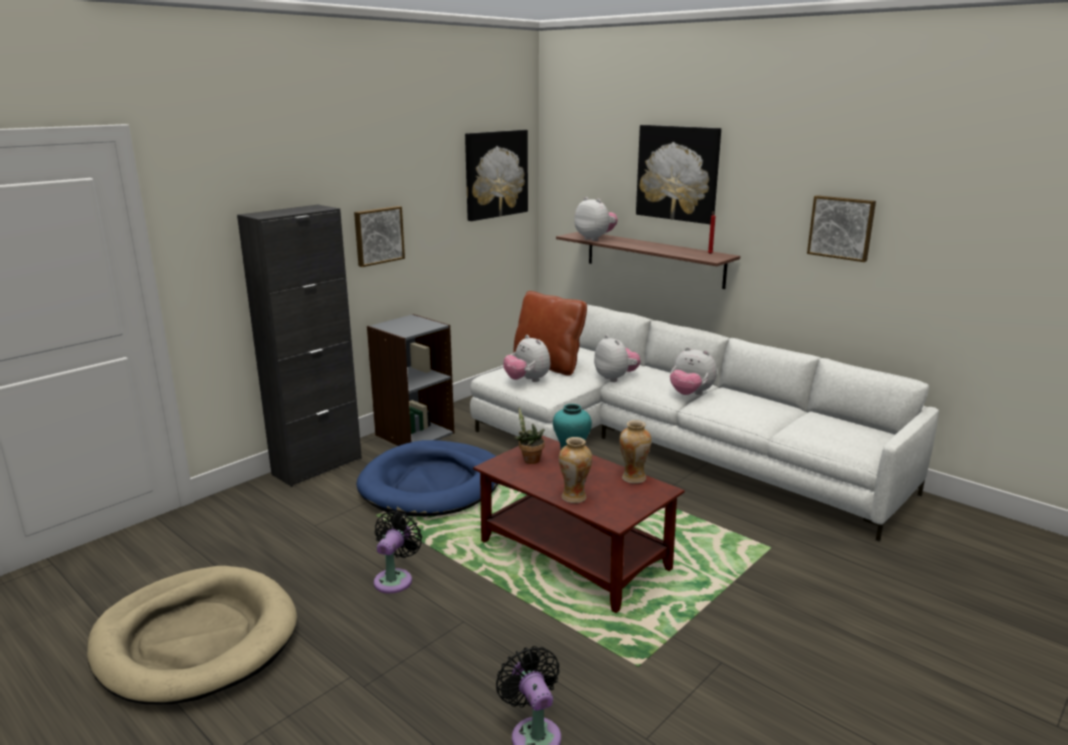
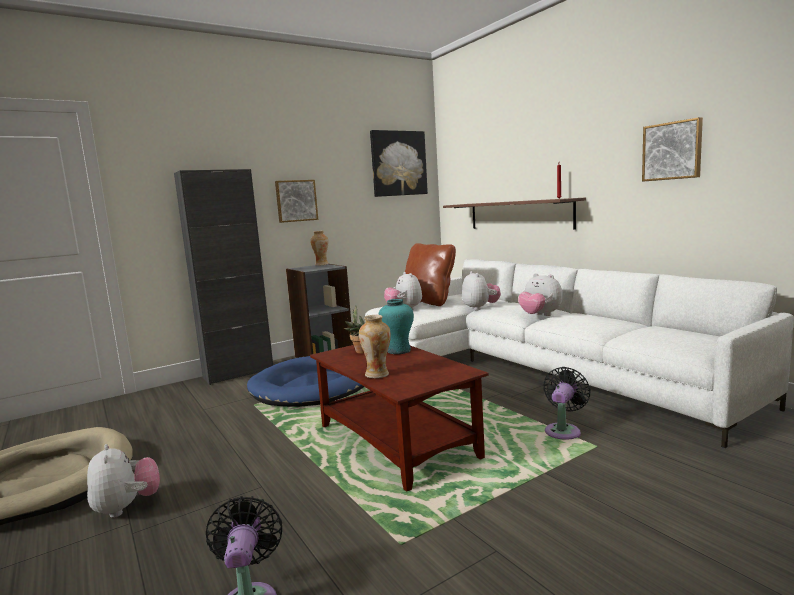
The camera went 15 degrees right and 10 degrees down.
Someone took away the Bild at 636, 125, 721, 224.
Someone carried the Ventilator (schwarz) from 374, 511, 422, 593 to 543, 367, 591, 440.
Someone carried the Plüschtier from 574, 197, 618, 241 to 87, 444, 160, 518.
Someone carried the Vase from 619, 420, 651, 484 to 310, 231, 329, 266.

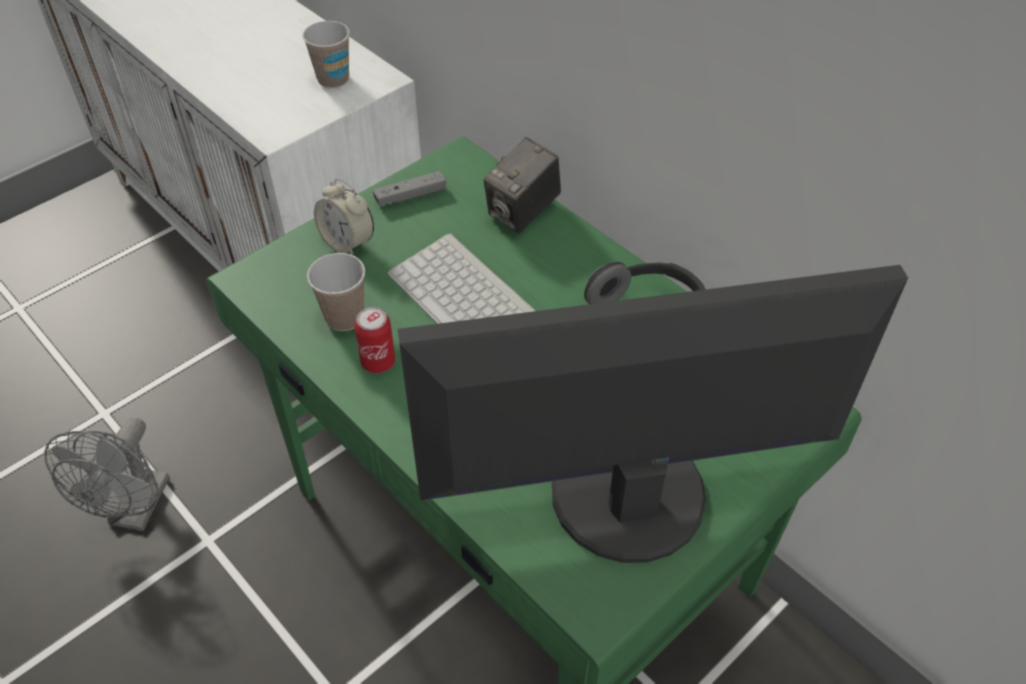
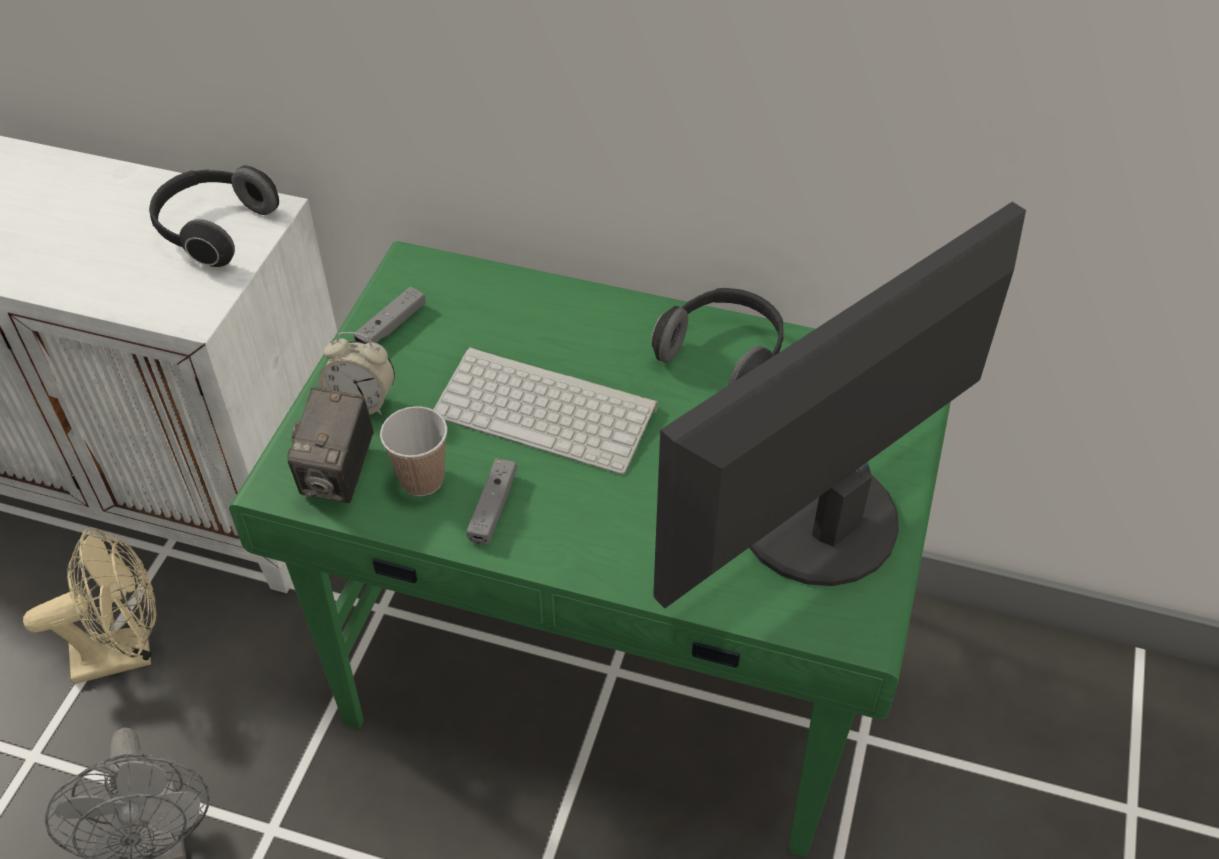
The camera went 30 degrees left and 0 degrees up.
Someone put down the Ventilator (beige) at 23, 527, 156, 684.
Someone carried the Kamera from 484, 137, 561, 234 to 287, 387, 374, 503.
Someone swapped the Tasse at 302, 21, 350, 88 for the Kopfhörer at 149, 166, 279, 267.
Someone swapped the Dose at 354, 307, 395, 373 for the Gamepad (grau) at 467, 458, 517, 545.

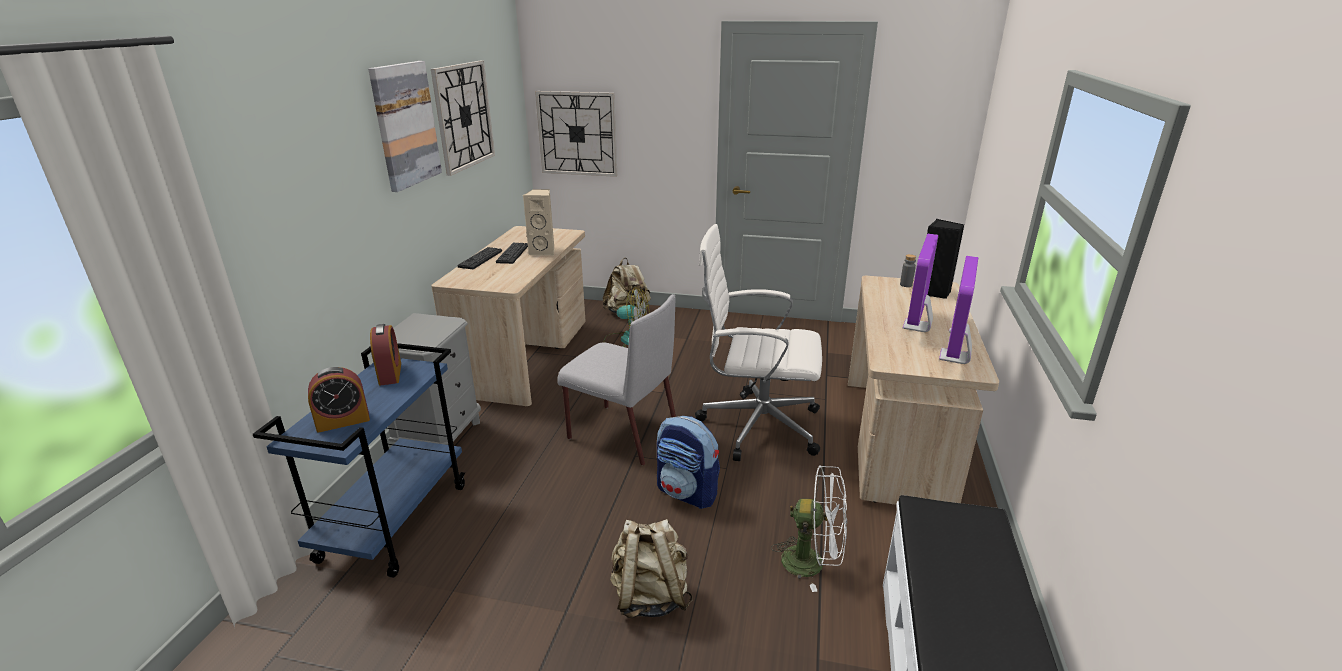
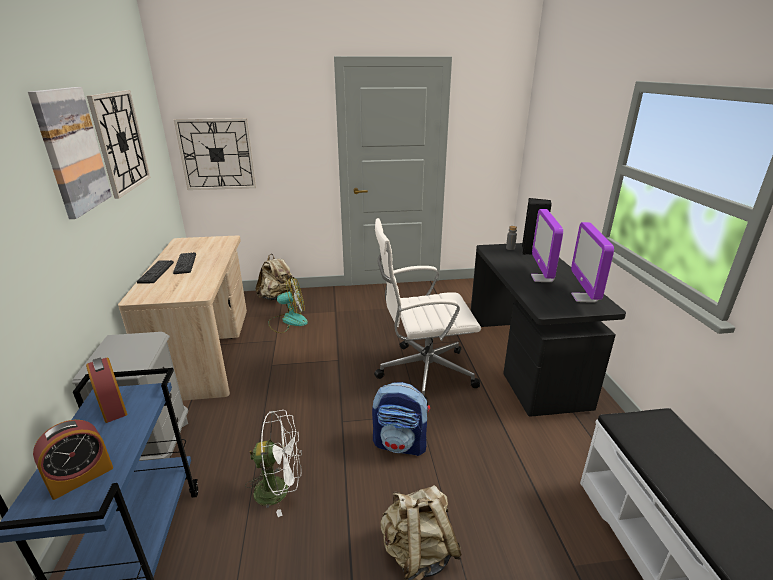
The camera went 20 degrees left and 0 degrees up.
Someone took away the Lautsprecher (beige) at 523, 189, 555, 256.
Someone took away the Stuhl (grau) at 557, 294, 676, 466.
Someone carried the Ventilator (weiß) from 771, 465, 847, 592 to 245, 410, 302, 517.
Someone repainted the Schreibtisch (beige) at 848, 276, 999, 505, which became the Schreibtisch (schwarz) at 471, 243, 626, 417.

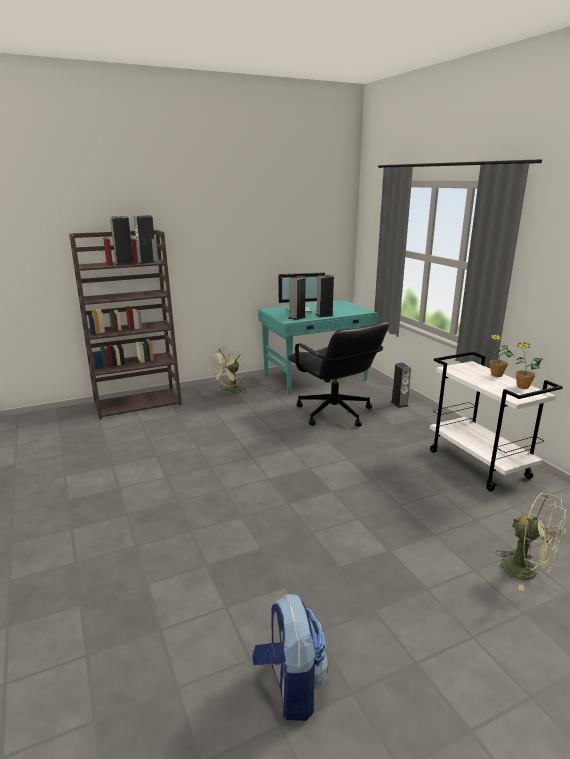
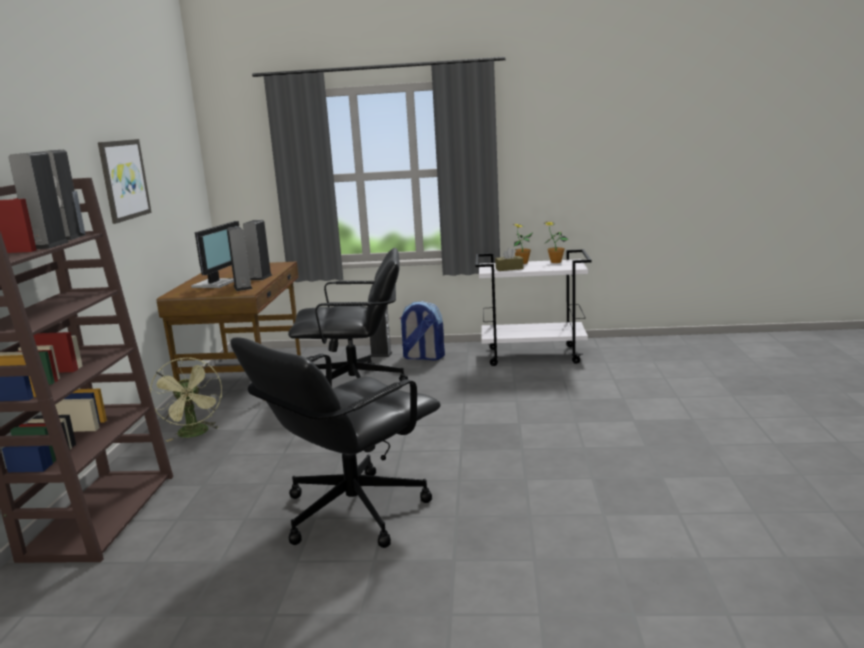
The camera went 60 degrees left and 5 degrees down.
Someone took away the Ventilator (grün) at 495, 493, 566, 591.
Someone put up the Bild at 98, 139, 152, 224.
Someone put down the Bürostuhl (schwarz) at 231, 337, 440, 548.
Someone put down the Taschentuchbox (braun) at 495, 248, 524, 271.
Someone carried the Rucksack from 252, 594, 329, 721 to 399, 301, 445, 361.
Someone repainted the Schreibtisch (türkis) at 258, 300, 378, 395, which became the Schreibtisch (braun) at 157, 262, 301, 401.

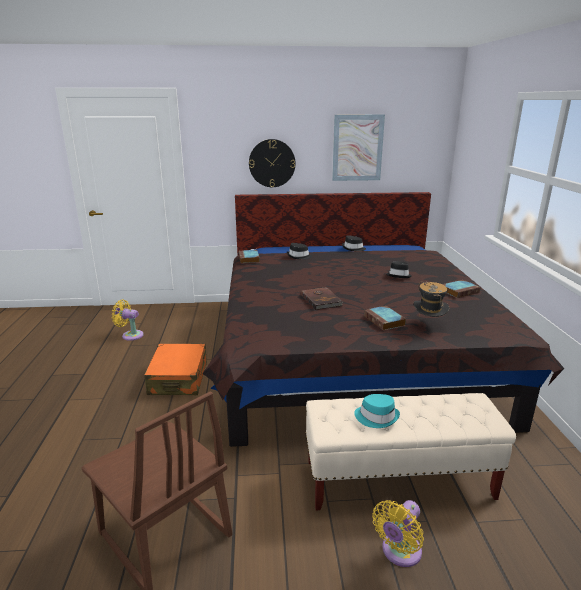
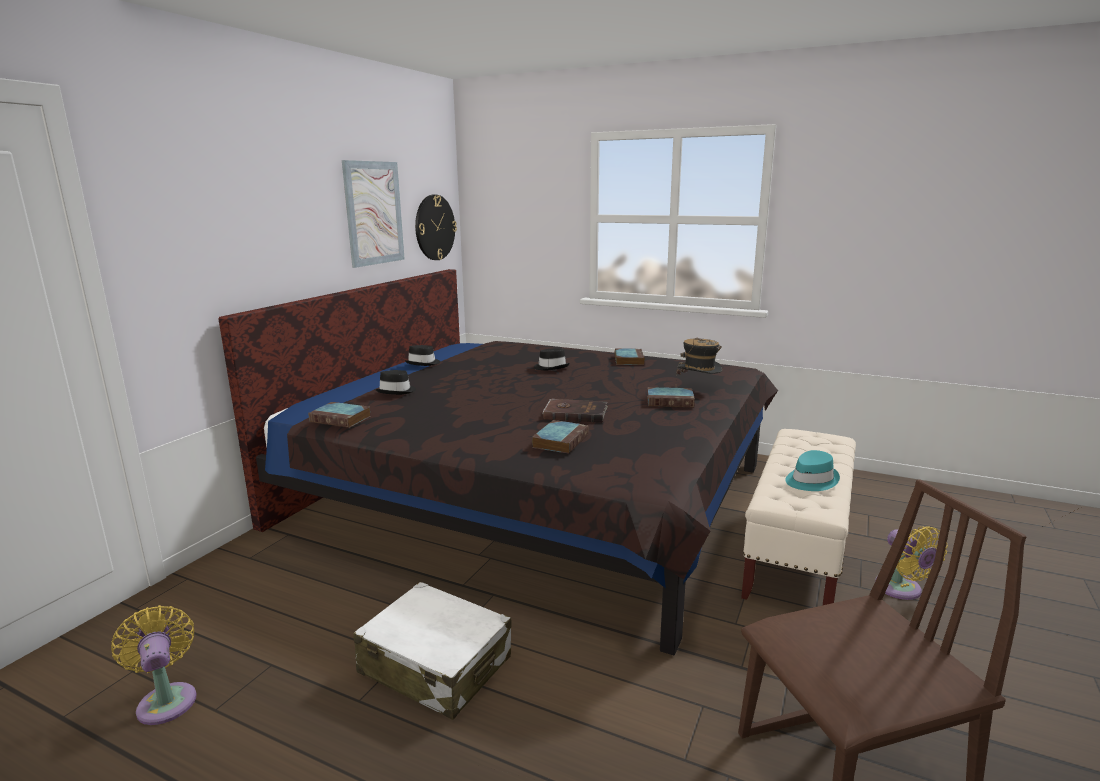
The camera went 60 degrees left and 5 degrees down.
Someone put down the Buch at 532, 420, 589, 454.
Someone carried the Wanduhr from 249, 139, 296, 187 to 415, 195, 457, 260.
Someone repainted the Koffer (orange) at 144, 344, 207, 395, which became the Koffer (weiß) at 353, 581, 512, 720.
Someone rotated the Ventilator (gelb) at 112, 300, 144, 341 by 105 degrees clockwise.

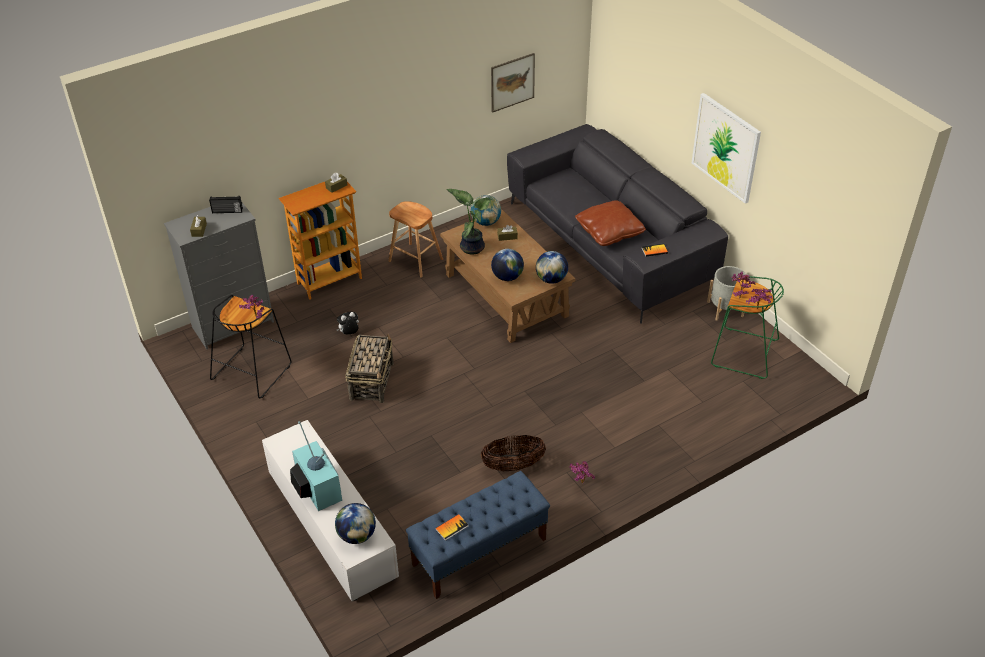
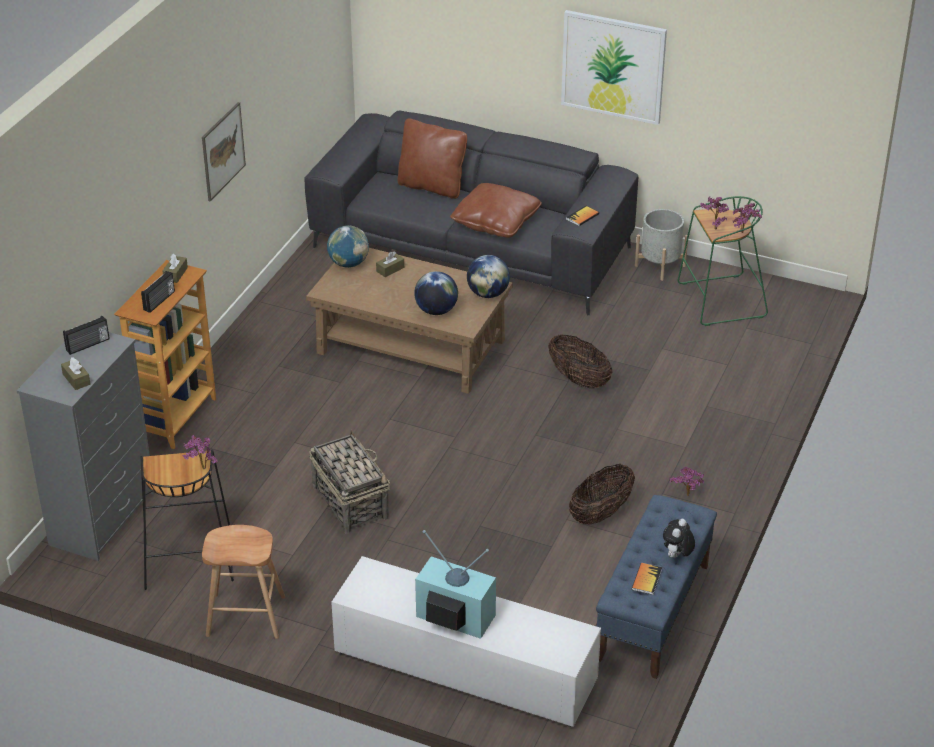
The camera went 35 degrees left and 5 degrees down.
Someone took away the Globus at 335, 503, 376, 544.
Someone took away the Topfpflanze at 446, 189, 491, 255.
Someone put down the Radio at 141, 271, 175, 313.
Someone put down the Kissen (braun) at 398, 118, 467, 199.
Someone put down the Korb at 548, 334, 612, 389.
Someone carried the Plüschtier from 337, 312, 359, 335 to 663, 519, 695, 558.
Someone carried the Hocker (braun) from 389, 201, 443, 277 to 202, 525, 285, 639.
Someone carried the Bild from 491, 53, 535, 113 to 202, 102, 246, 202.

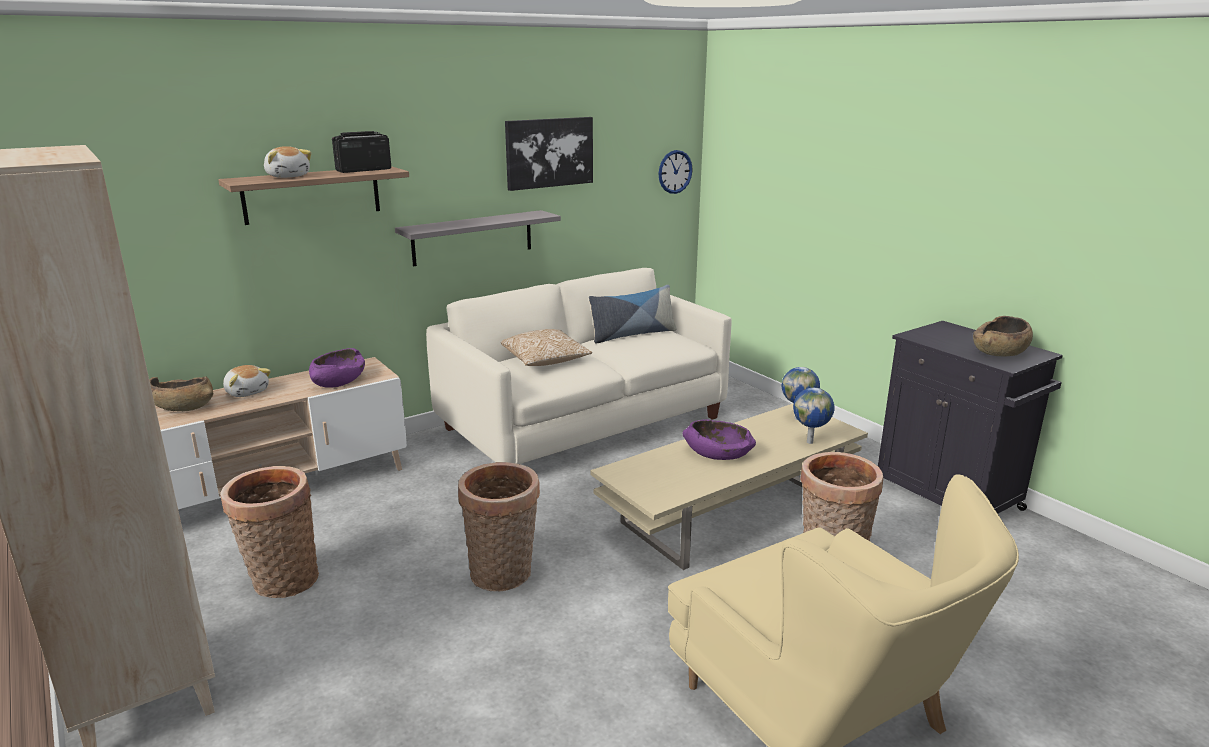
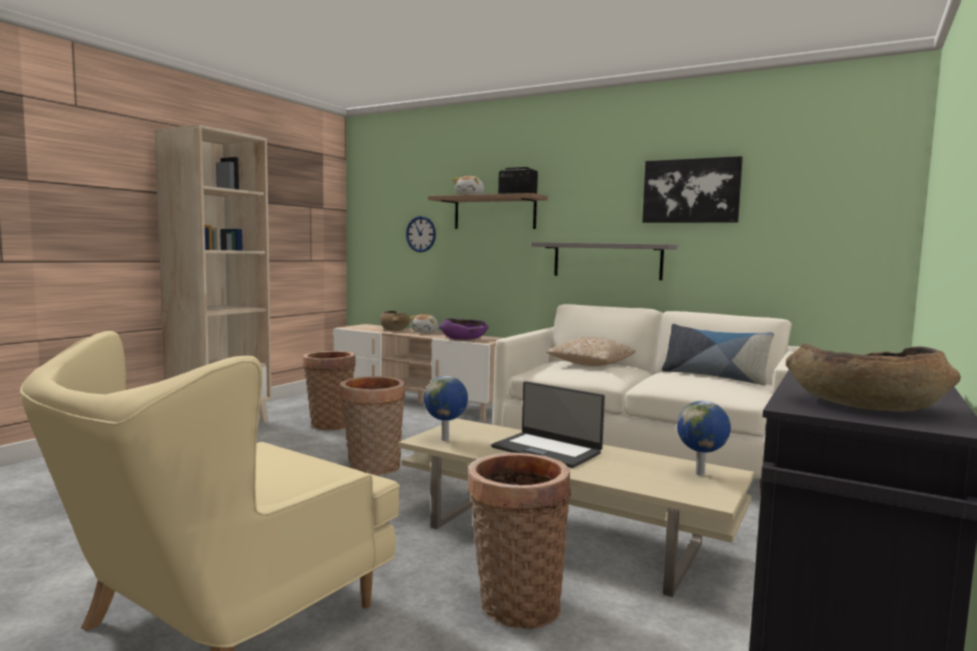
The camera went 65 degrees right and 15 degrees down.
Someone carried the Wanduhr from 658, 150, 693, 194 to 406, 216, 436, 252.
Someone carried the Globus from 793, 388, 835, 444 to 424, 376, 468, 441.
Someone swapped the Schüssel (lila) at 682, 420, 756, 460 for the Laptop at 491, 381, 605, 468.

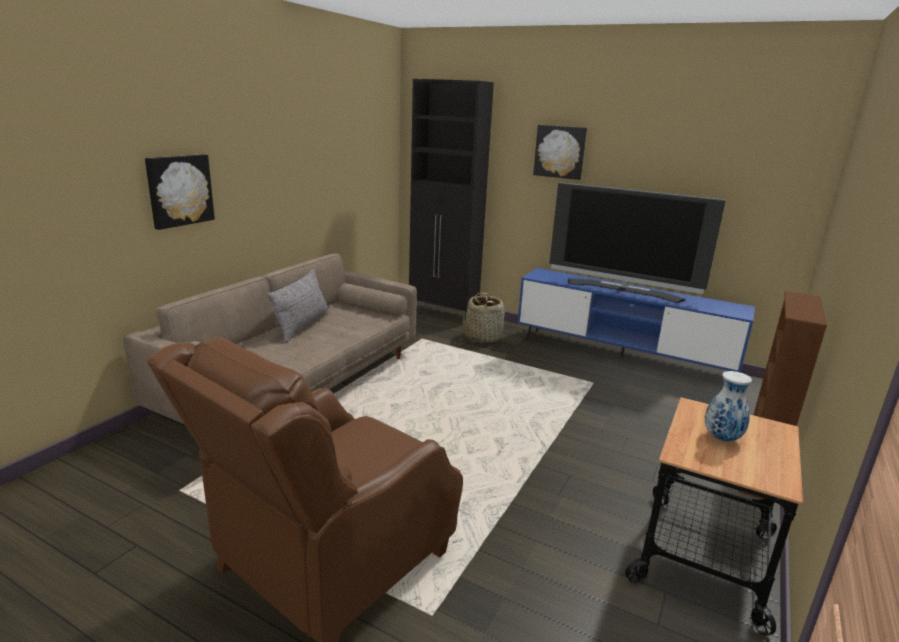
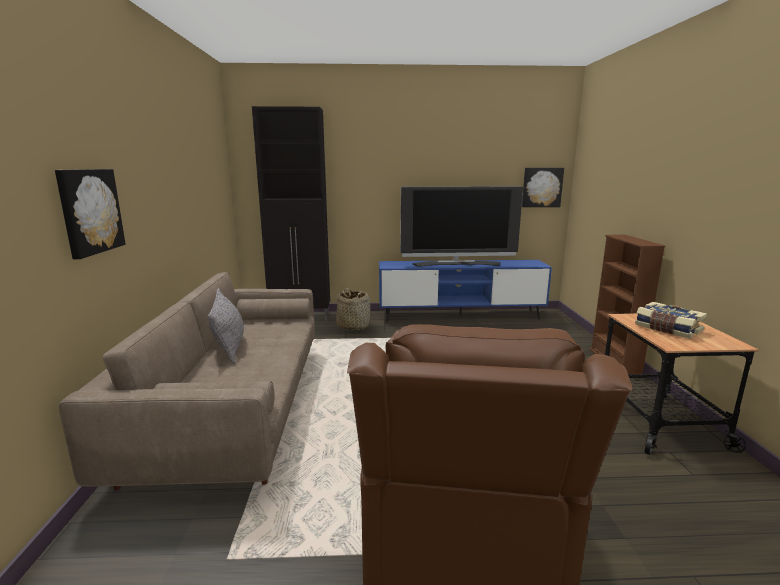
The camera went 30 degrees left and 5 degrees down.
Someone carried the Bild from 533, 125, 587, 180 to 522, 168, 564, 207.
Someone swapped the Vase at 705, 371, 752, 442 for the Buch at 635, 302, 707, 339.

